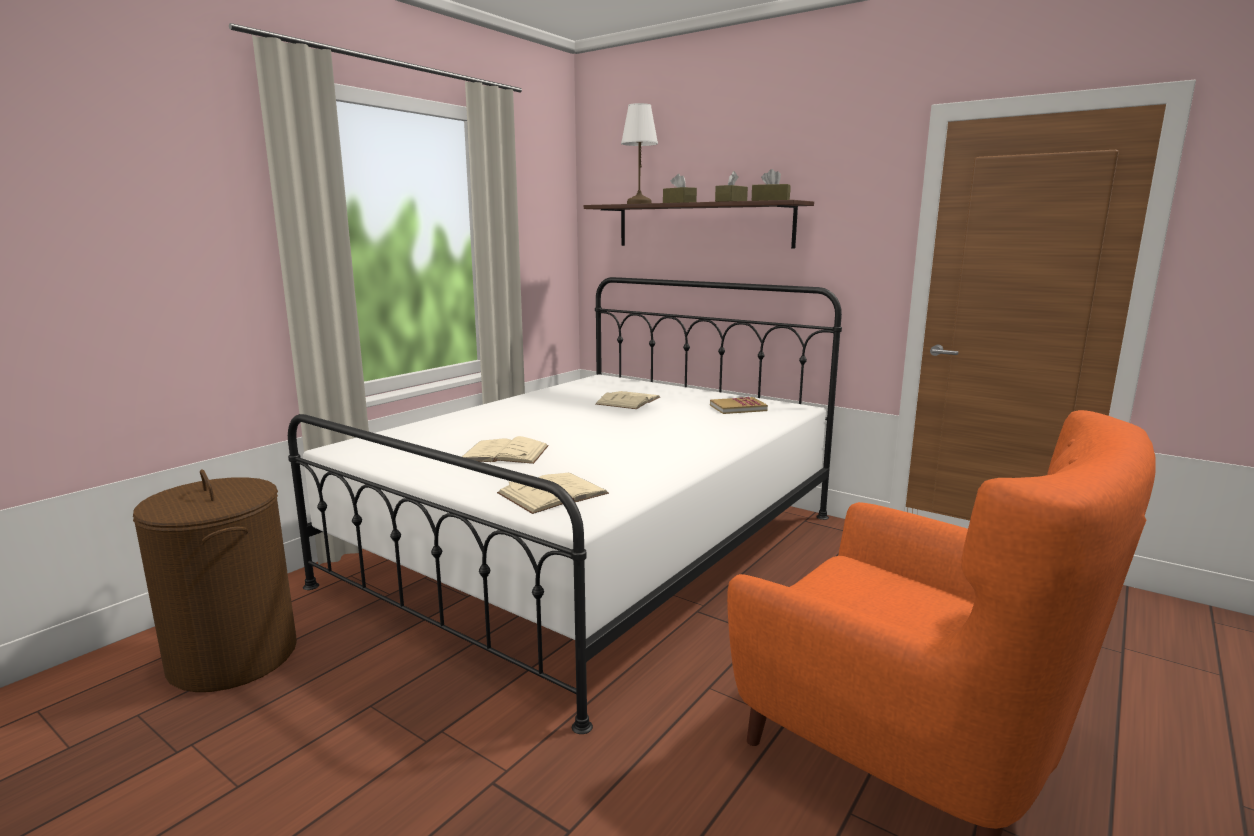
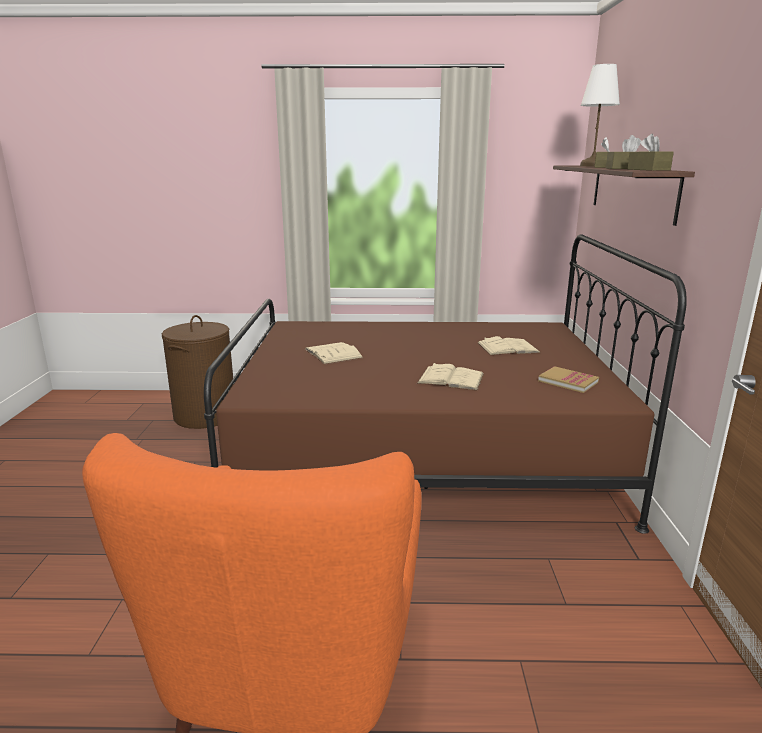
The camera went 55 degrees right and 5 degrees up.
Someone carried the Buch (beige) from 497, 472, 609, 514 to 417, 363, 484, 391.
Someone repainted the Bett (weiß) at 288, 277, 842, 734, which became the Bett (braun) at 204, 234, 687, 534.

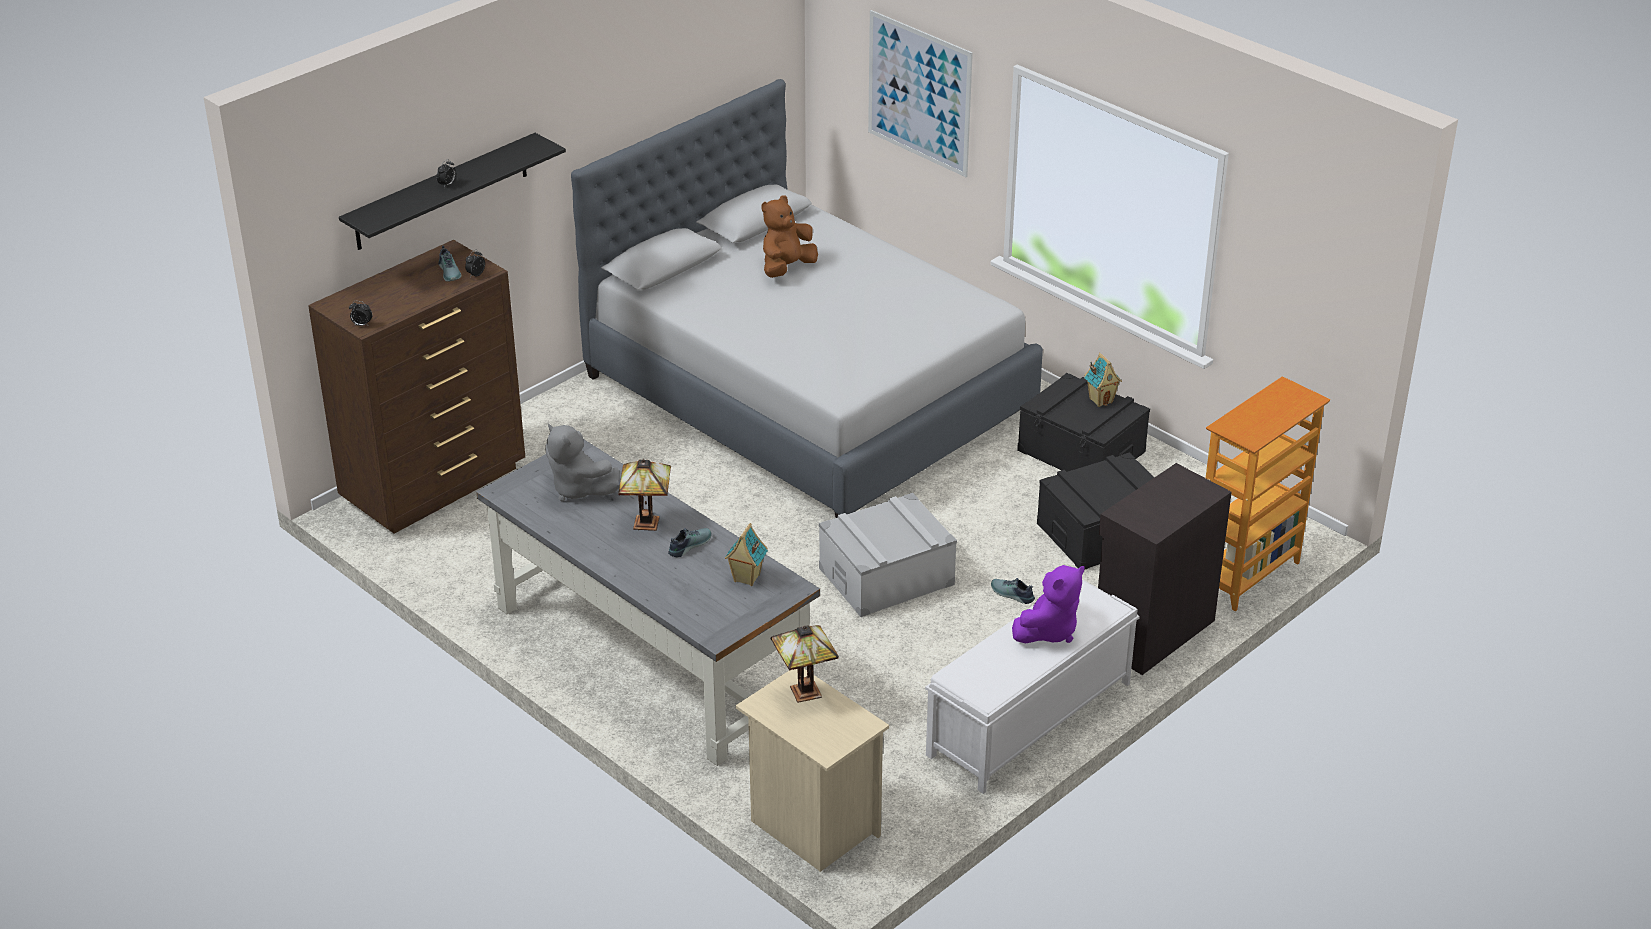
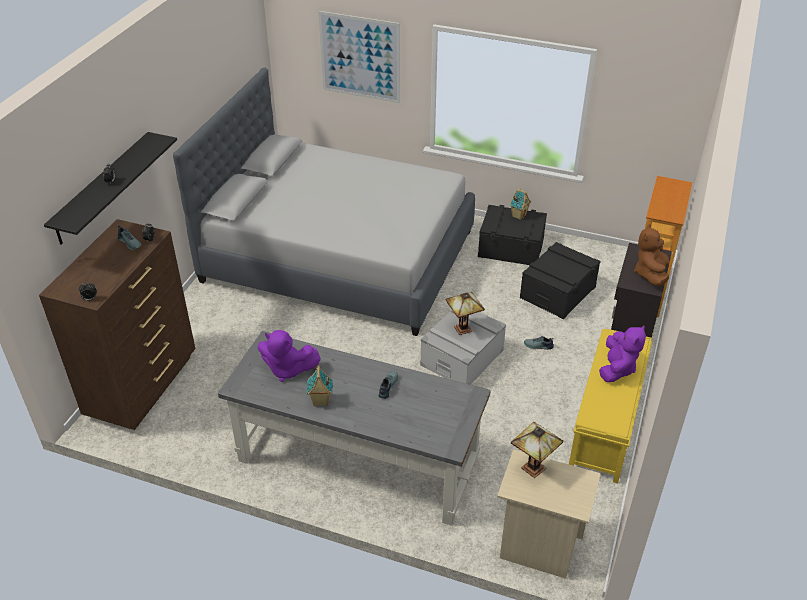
The camera went 25 degrees left and 5 degrees up.
Someone carried the Tischlampe from 618, 459, 671, 531 to 446, 292, 485, 335.
Someone carried the Spielzeughaus from 725, 523, 768, 586 to 307, 365, 333, 407.
Someone carried the Plüschtier (braun) from 761, 196, 818, 278 to 634, 224, 669, 287.
Someone repainted the Plüschtier (grau) at 545, 423, 620, 501, which became the Plüschtier (lila) at 258, 330, 321, 382.
Someone repainted the Bank (weiß) at 925, 580, 1140, 794, which became the Bank (gelb) at 569, 329, 652, 484.

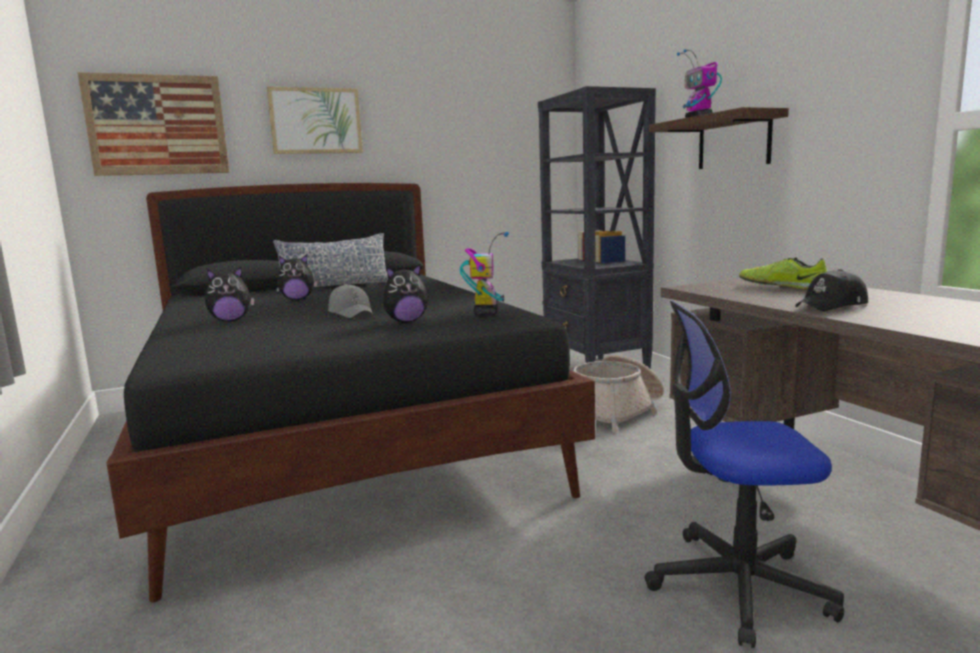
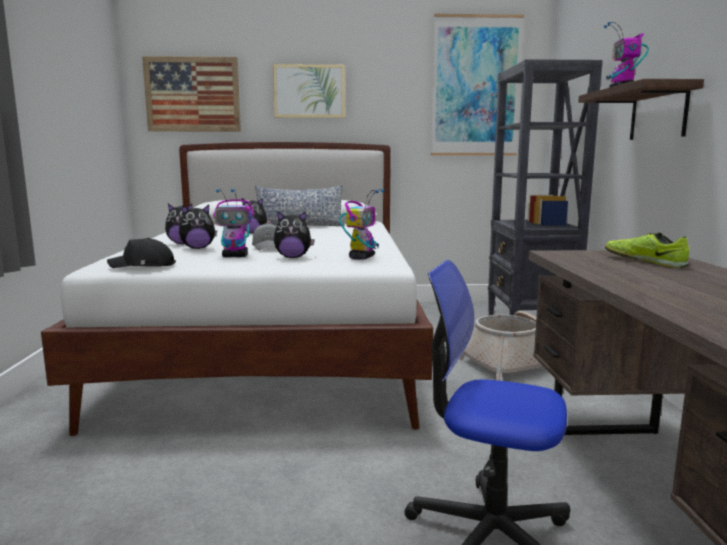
The camera went 20 degrees right and 0 degrees up.
Someone put down the Plüschtier at 179, 205, 217, 249.
Someone put down the Spielzeugroboter at 214, 189, 254, 257.
Someone put up the Bild at 430, 14, 524, 156.
Someone carried the Kappe (schwarz) from 795, 269, 868, 311 to 107, 238, 176, 268.
Someone repainted the Bett (schwarz) at 106, 183, 595, 602, which became the Bett (weiß) at 41, 142, 433, 436.

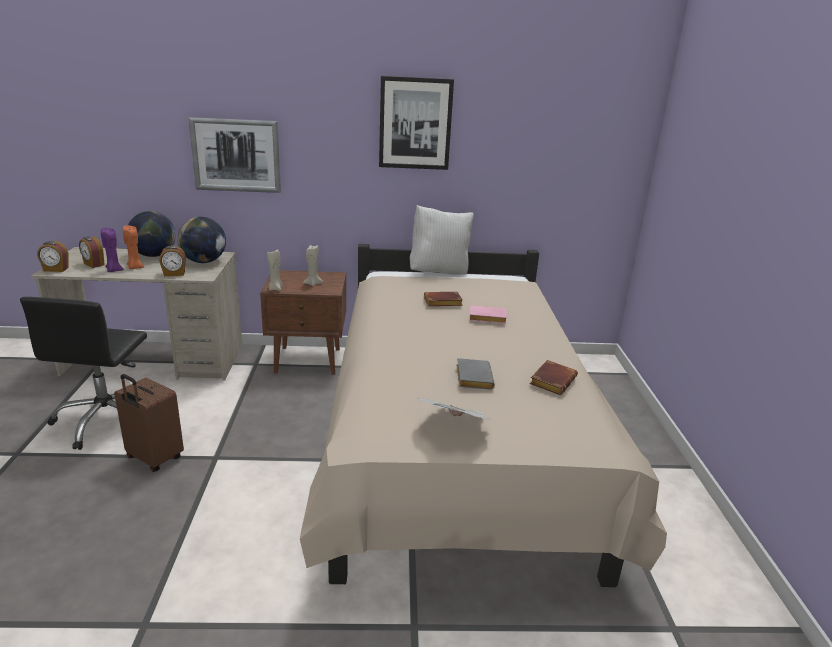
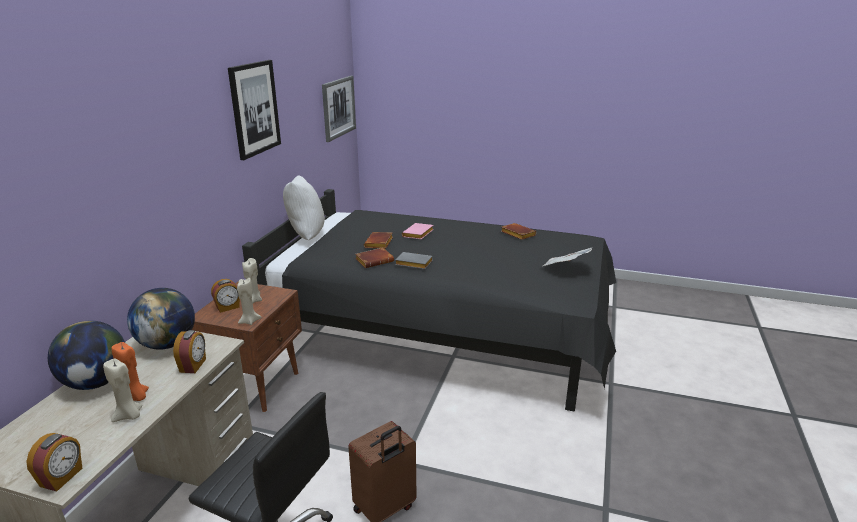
The camera went 70 degrees left and 0 degrees up.
Someone put down the Buch (braun) at 355, 248, 394, 268.
Someone carried the Wecker from 79, 237, 105, 268 to 211, 279, 240, 313.
Someone carried the Bild from 188, 117, 281, 193 to 322, 76, 356, 142.
Someone carried the Buch (grau) from 456, 358, 495, 390 to 395, 252, 433, 269.
Someone repainted the Kerze (lila) at 101, 228, 124, 272, which became the Kerze (beige) at 103, 359, 142, 422.
Someone repainted the Bett (beige) at 300, 244, 667, 587, which became the Bett (schwarz) at 242, 189, 616, 411.

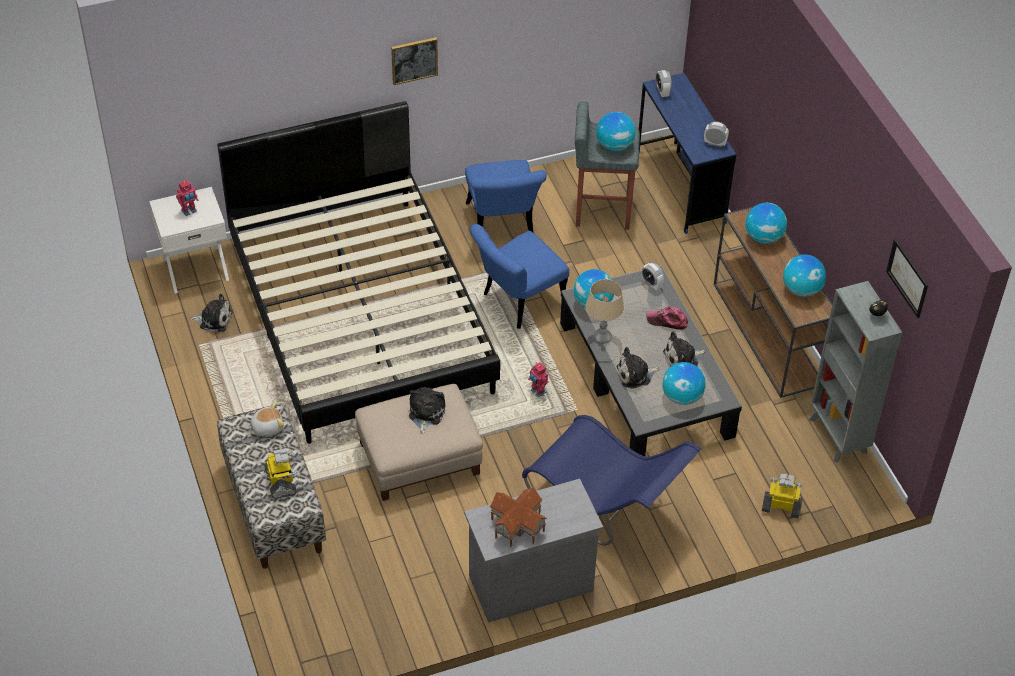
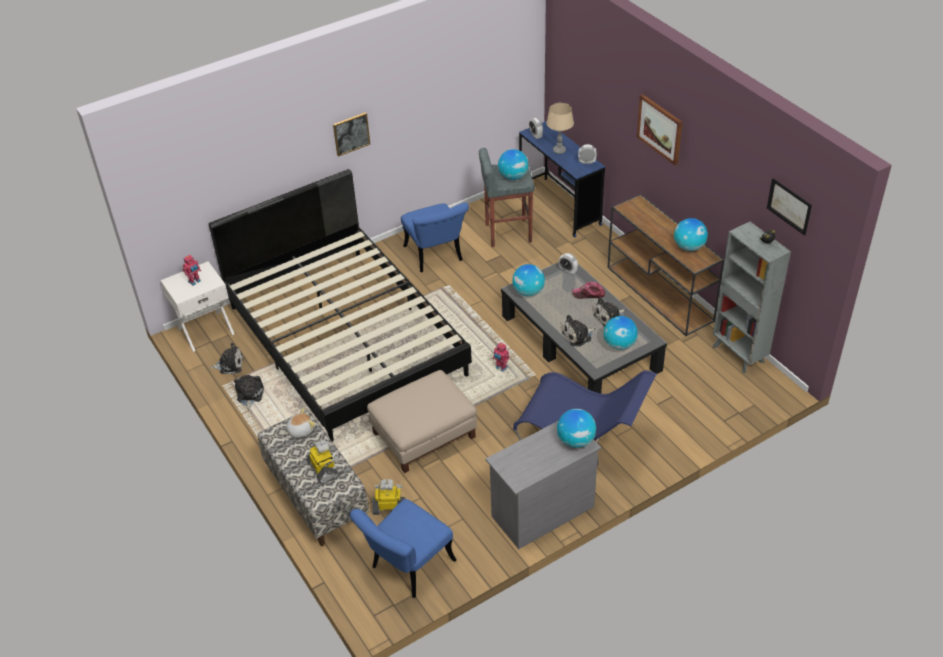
The camera went 10 degrees left and 5 degrees down.
Someone took away the Spielzeughaus at 490, 487, 547, 547.
Someone put up the Bild at 637, 94, 682, 165.
Someone carried the Plüschtier from 409, 387, 445, 434 to 234, 375, 264, 410.
Someone carried the Stuhl (blau) from 470, 224, 569, 329 to 350, 499, 456, 598.
Someone carried the Tischlampe (beige) from 586, 279, 624, 344 to 546, 103, 574, 154.
Someone carried the Globus from 745, 202, 787, 244 to 557, 409, 596, 448.
Someone carried the Spielzeugroboter from 762, 474, 803, 518 to 372, 479, 406, 515.

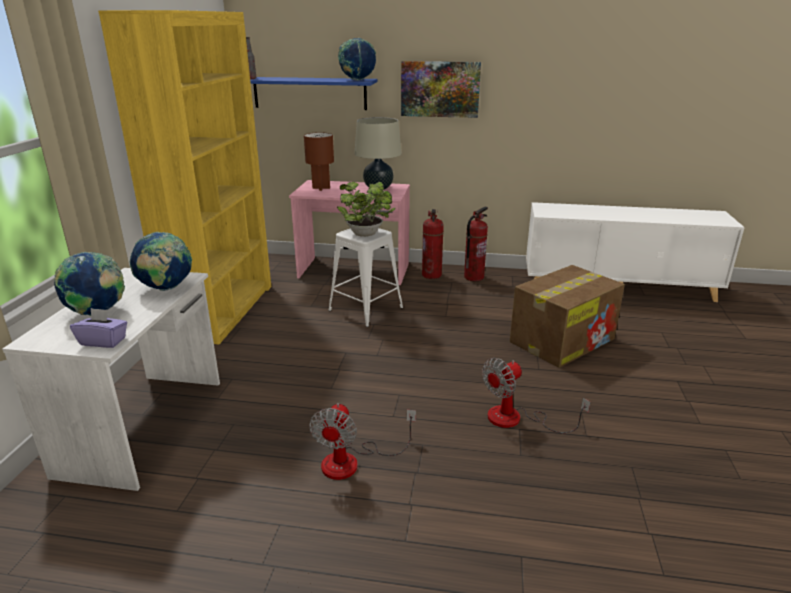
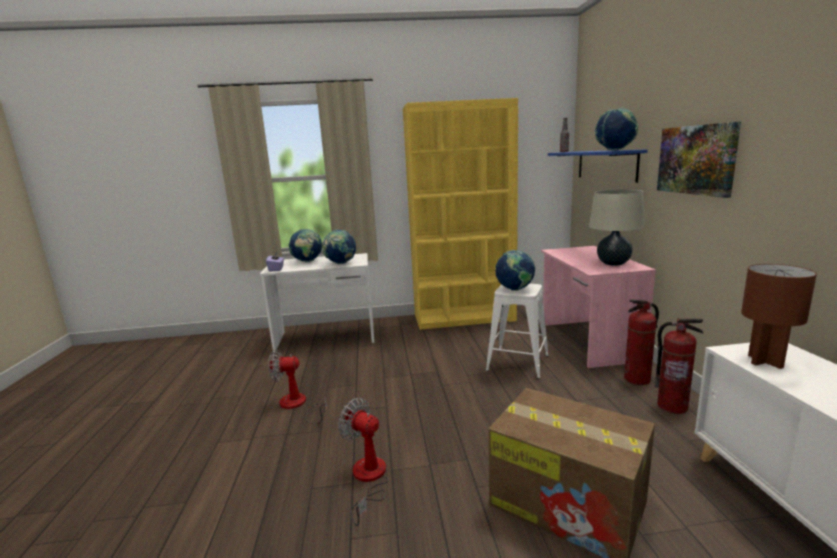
The camera went 75 degrees right and 10 degrees down.
Someone carried the Tischlampe (braun) from 304, 132, 334, 191 to 741, 264, 817, 369.
Someone swapped the Topfpflanze at 337, 182, 396, 237 for the Globus at 495, 250, 535, 291.

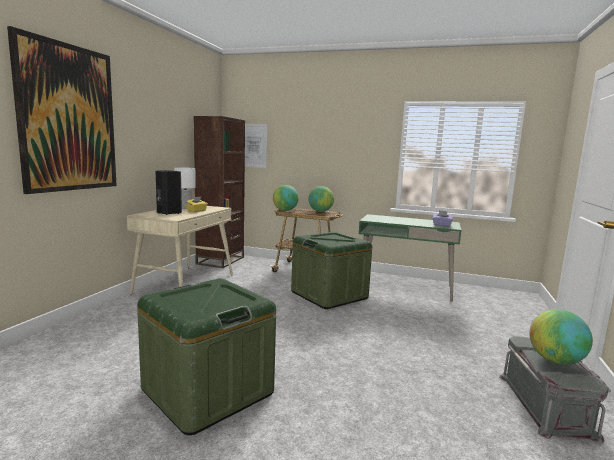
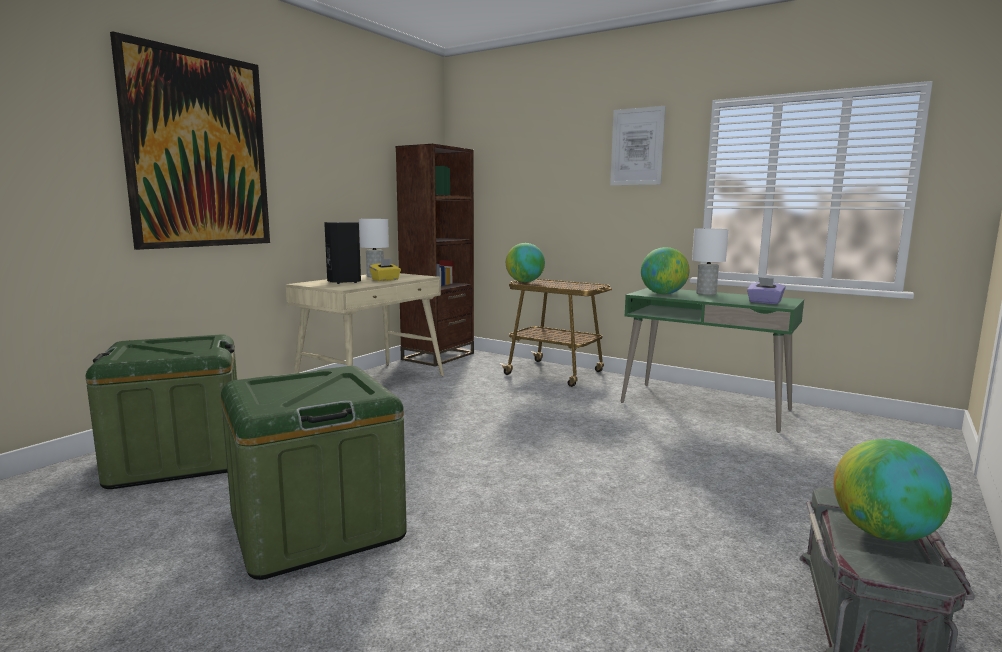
The camera went 15 degrees right and 0 degrees up.
Someone put down the Tischlampe (weiß) at 692, 228, 729, 295.
Someone carried the Bild from 245, 124, 268, 168 to 610, 106, 666, 185.
Someone carried the Aufbewahrungsbox (grün) from 291, 232, 372, 309 to 86, 334, 237, 489.
Someone carried the Globus from 308, 186, 334, 212 to 641, 247, 689, 294.

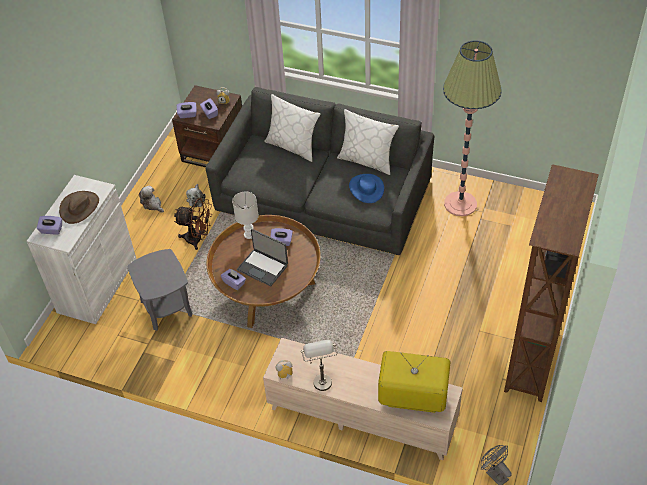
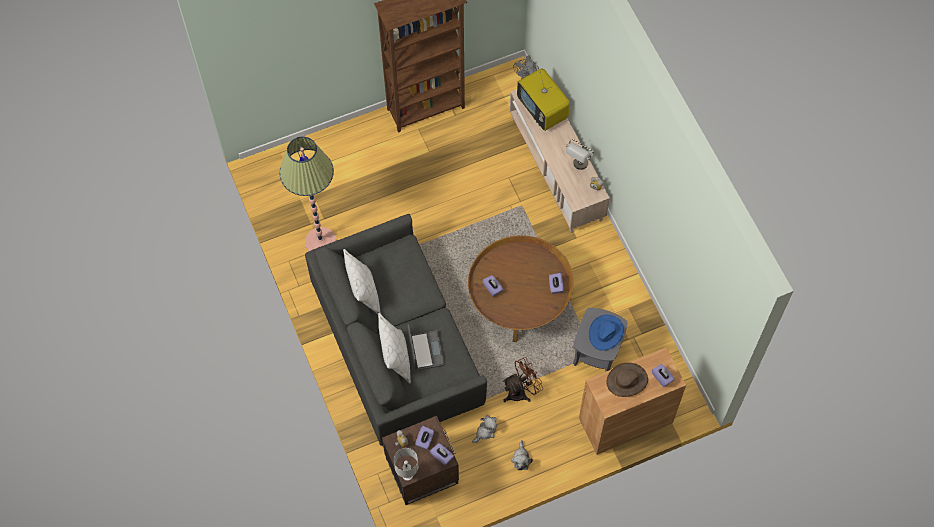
The camera went 135 degrees left and 15 degrees up.
Someone carried the Tischlampe (weiß) from 232, 191, 259, 239 to 394, 448, 418, 481.
Someone carried the Laptop from 237, 229, 288, 286 to 407, 324, 445, 370.
Someone carried the Hut (blau) from 349, 174, 384, 203 to 589, 315, 624, 351.
Someone repainted the Schrank (weiß) at 27, 175, 136, 324, which became the Schrank (braun) at 579, 347, 686, 455.
Someone rotated the Ventilator (braun) at 174, 198, 212, 250 by 90 degrees clockwise.

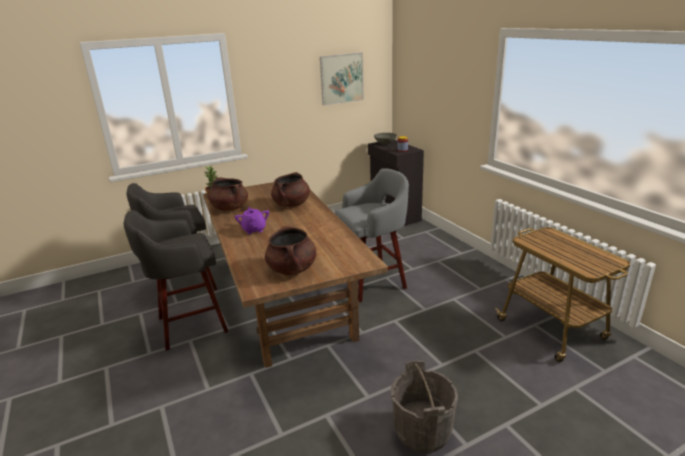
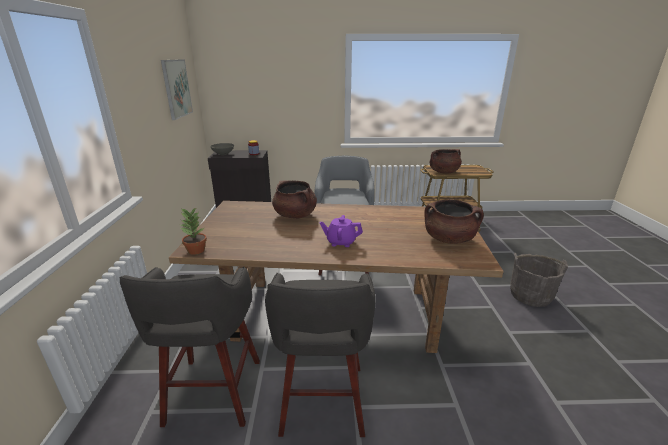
The camera went 65 degrees left and 0 degrees up.
Someone carried the Kochtopf (braun) from 208, 177, 248, 211 to 430, 149, 462, 174.

